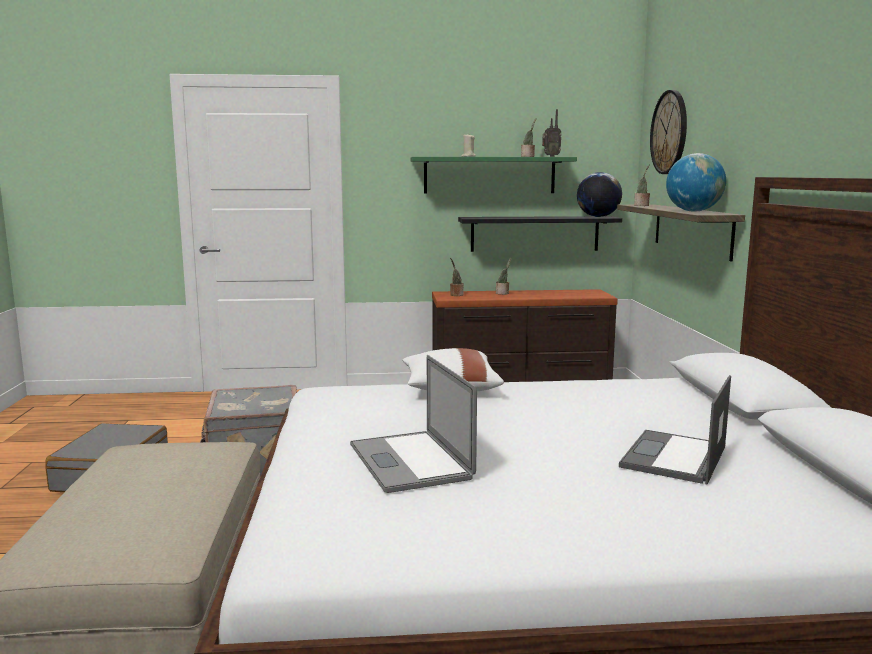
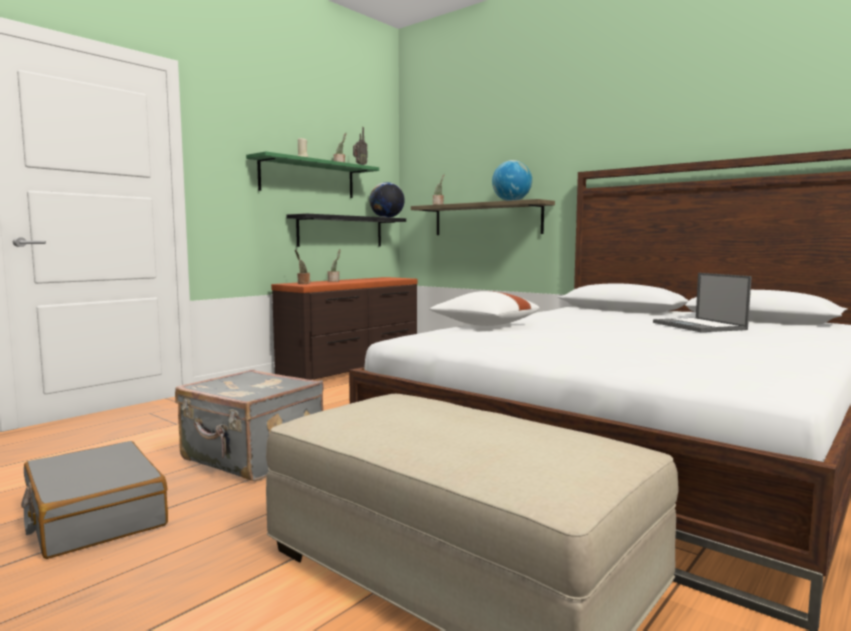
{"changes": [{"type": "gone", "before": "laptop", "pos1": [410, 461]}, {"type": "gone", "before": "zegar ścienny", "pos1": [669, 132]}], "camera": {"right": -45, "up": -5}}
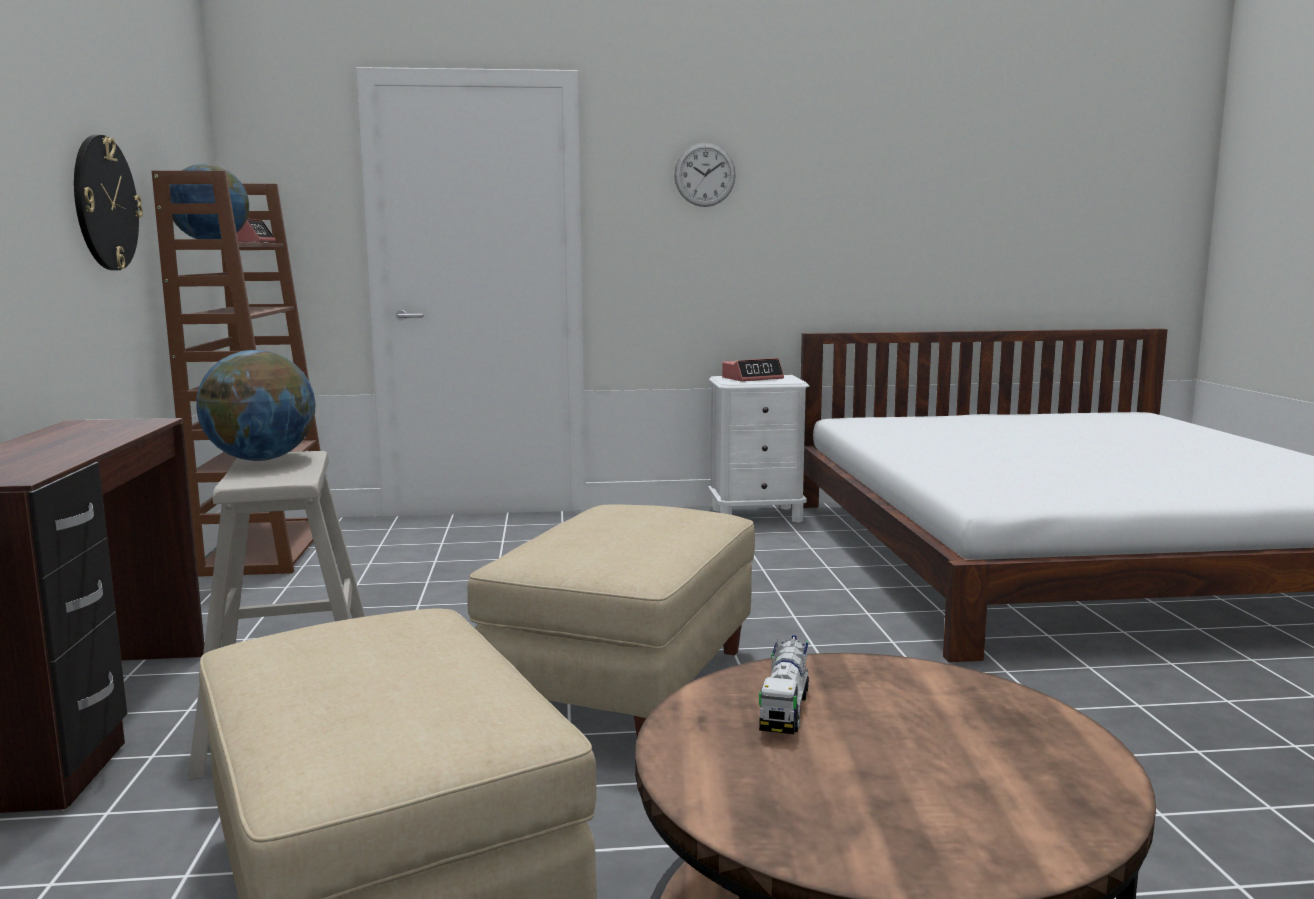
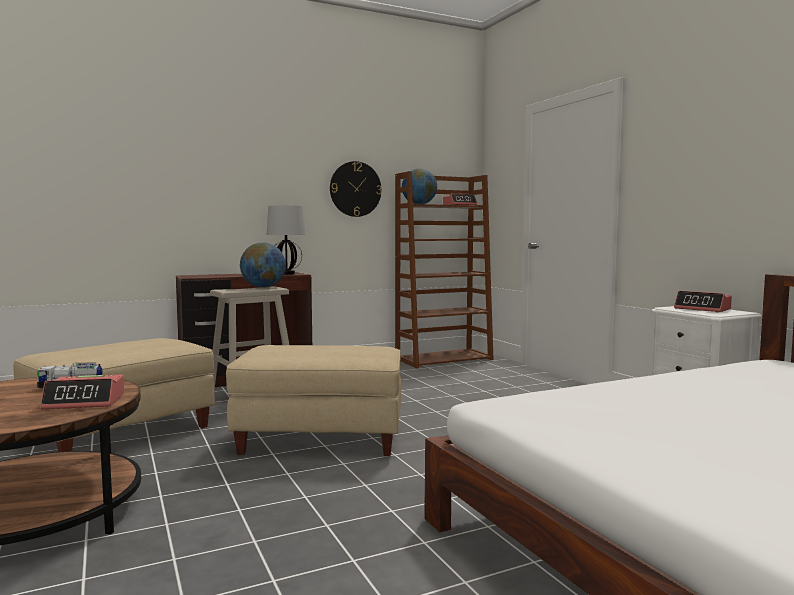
{"changes": [{"type": "new", "after": "budzik", "pos2": [85, 402]}, {"type": "new", "after": "lampa stołowa", "pos2": [287, 274]}, {"type": "gone", "before": "zegar ścienny", "pos1": [704, 175]}], "camera": {"right": 70, "up": -5}}
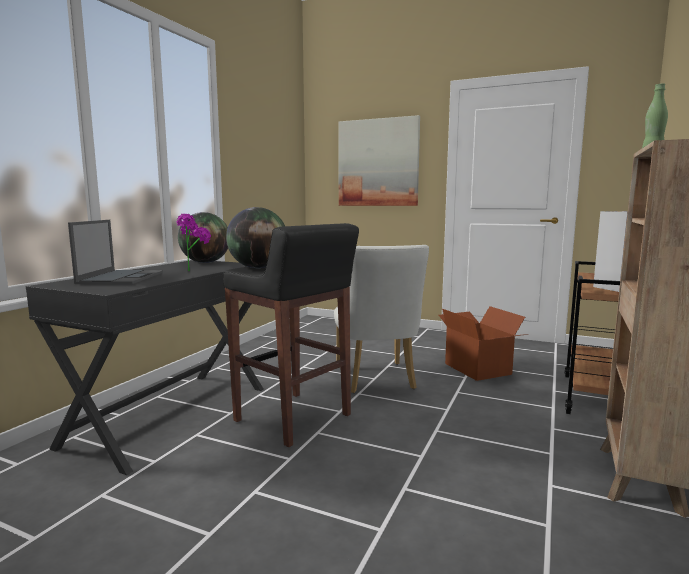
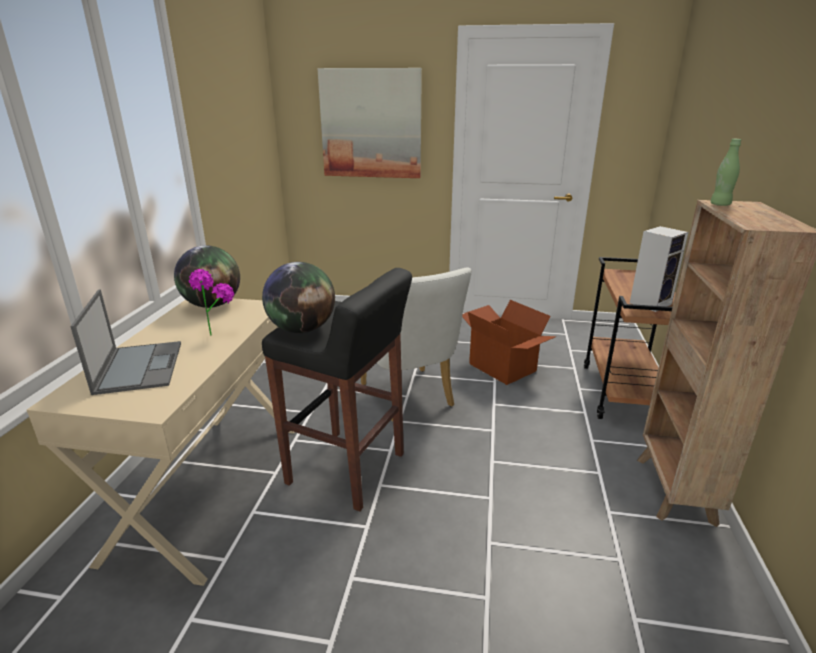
{"changes": [{"type": "repainted", "before": "biurko [czarny]", "after": "biurko [beżowy]", "pos1": [170, 414], "pos2": [208, 487]}], "camera": {"right": -15, "up": 15}}
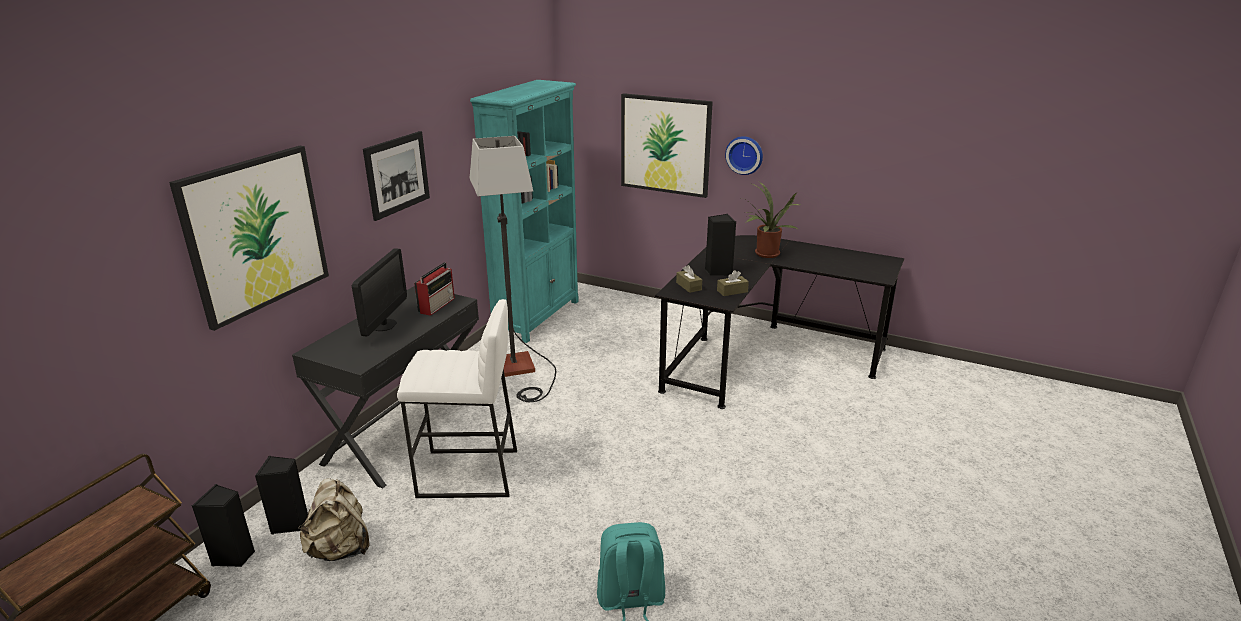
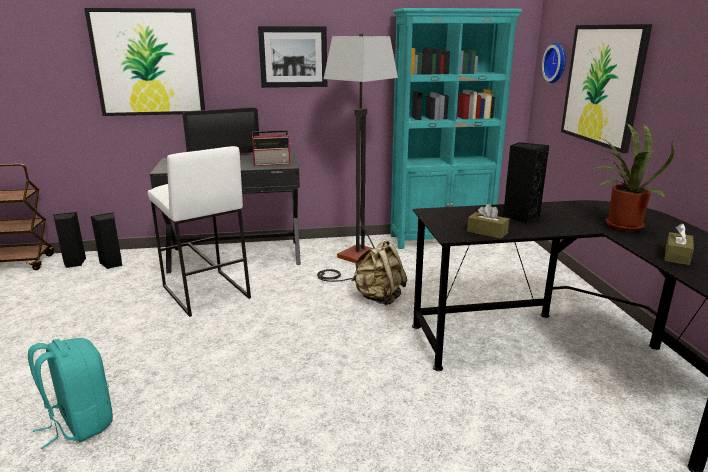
{"changes": [{"type": "shifted", "before": "plecak [beżowy]", "pos1": [340, 549], "pos2": [379, 297]}, {"type": "shifted", "before": "zegar ścienny", "pos1": [744, 155], "pos2": [557, 63]}, {"type": "shifted", "before": "pudełko chusteczek [brązowy]", "pos1": [688, 286], "pos2": [677, 256]}], "camera": {"right": 55, "up": -5}}
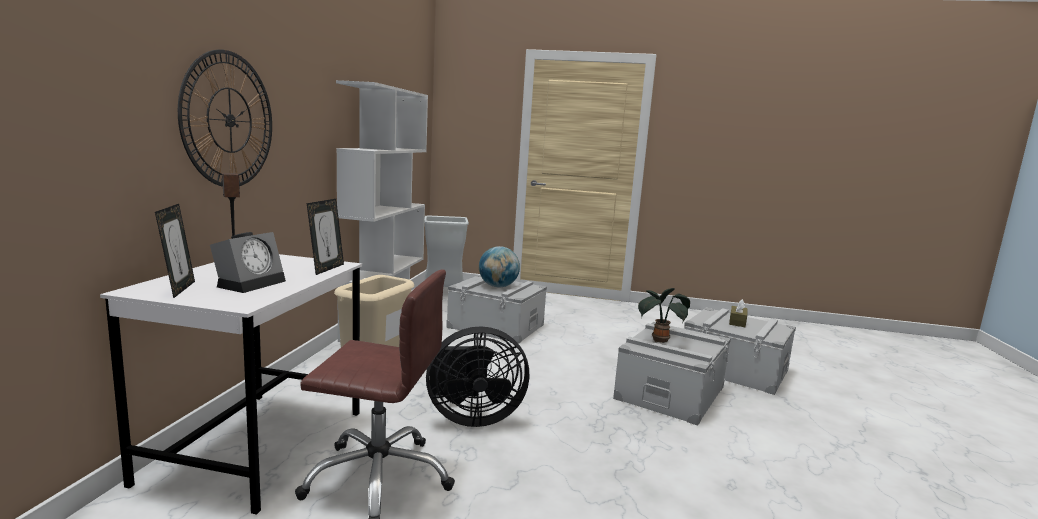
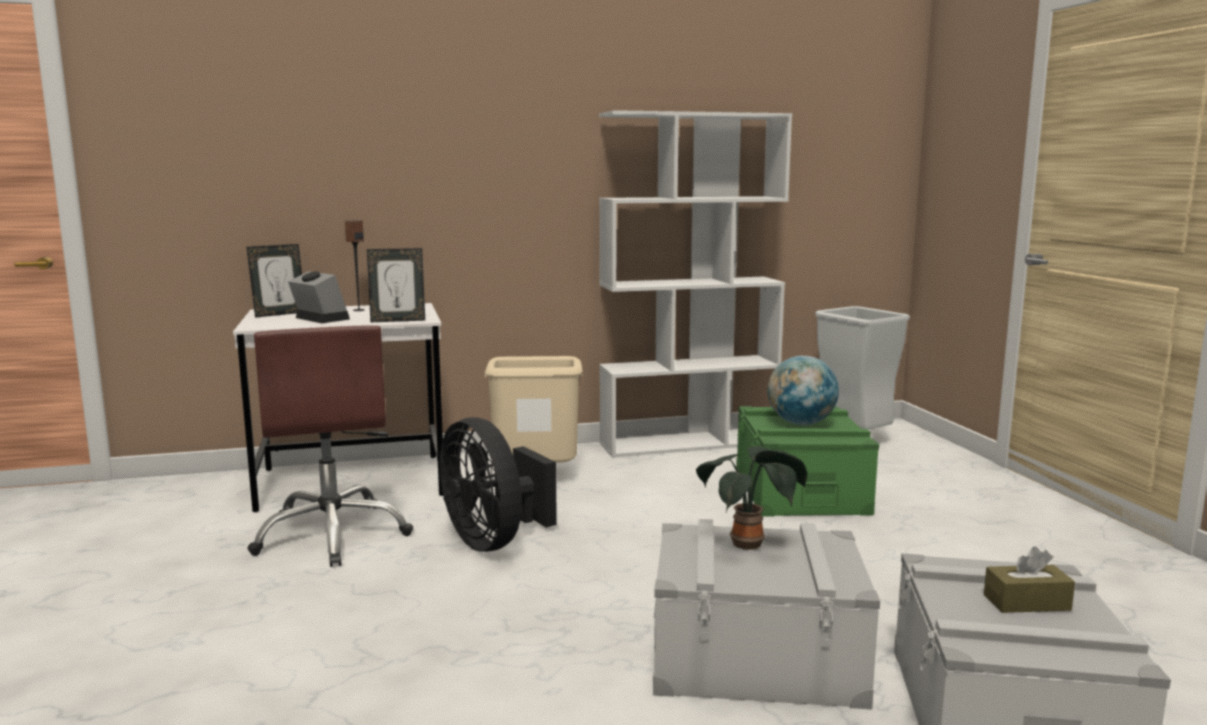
{"changes": [{"type": "rotated", "before": "budzik", "pos1": [251, 283], "pos2": [319, 318], "turn": -135}, {"type": "repainted", "before": "pojemnik do przechowywania [szary]", "after": "pojemnik do przechowywania [zielony]", "pos1": [496, 326], "pos2": [800, 491]}, {"type": "gone", "before": "zegar ścienny", "pos1": [229, 120]}], "camera": {"right": 65, "up": 0}}
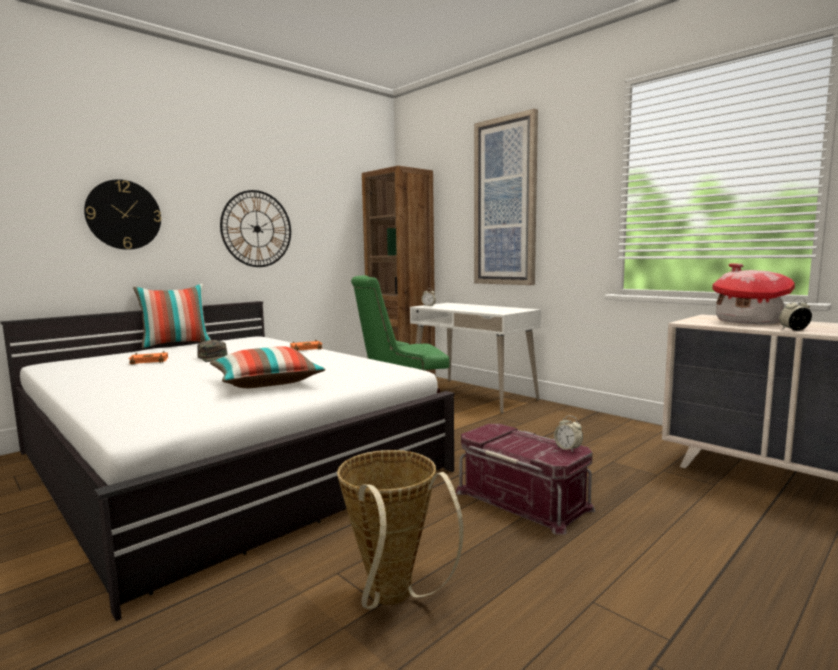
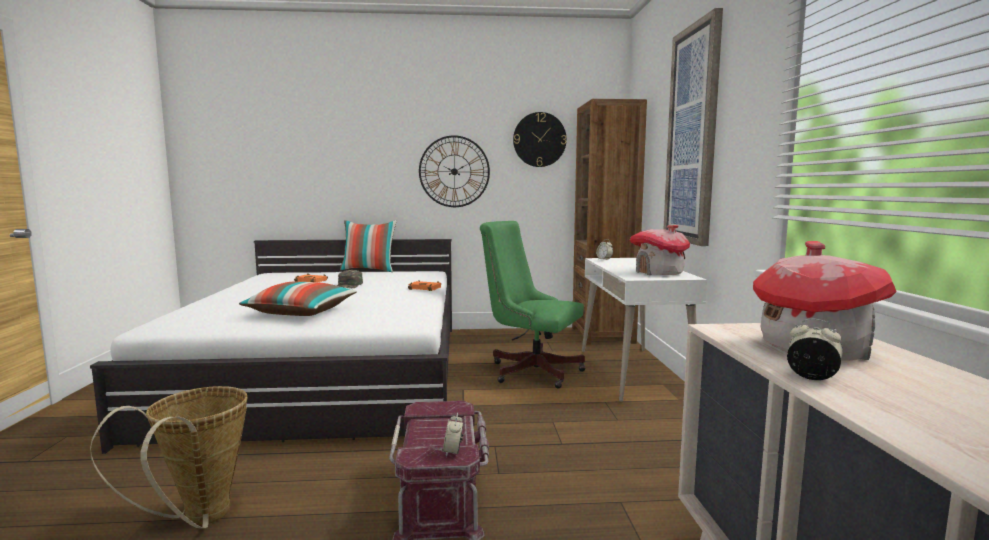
{"changes": [{"type": "shifted", "before": "zegar ścienny", "pos1": [123, 215], "pos2": [539, 139]}, {"type": "new", "after": "domek", "pos2": [659, 272]}], "camera": {"right": 40, "up": 0}}
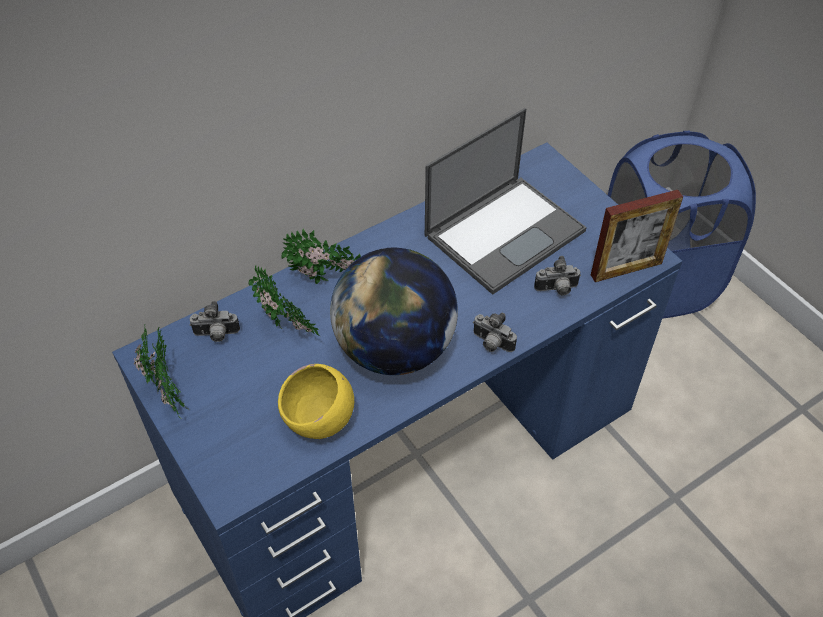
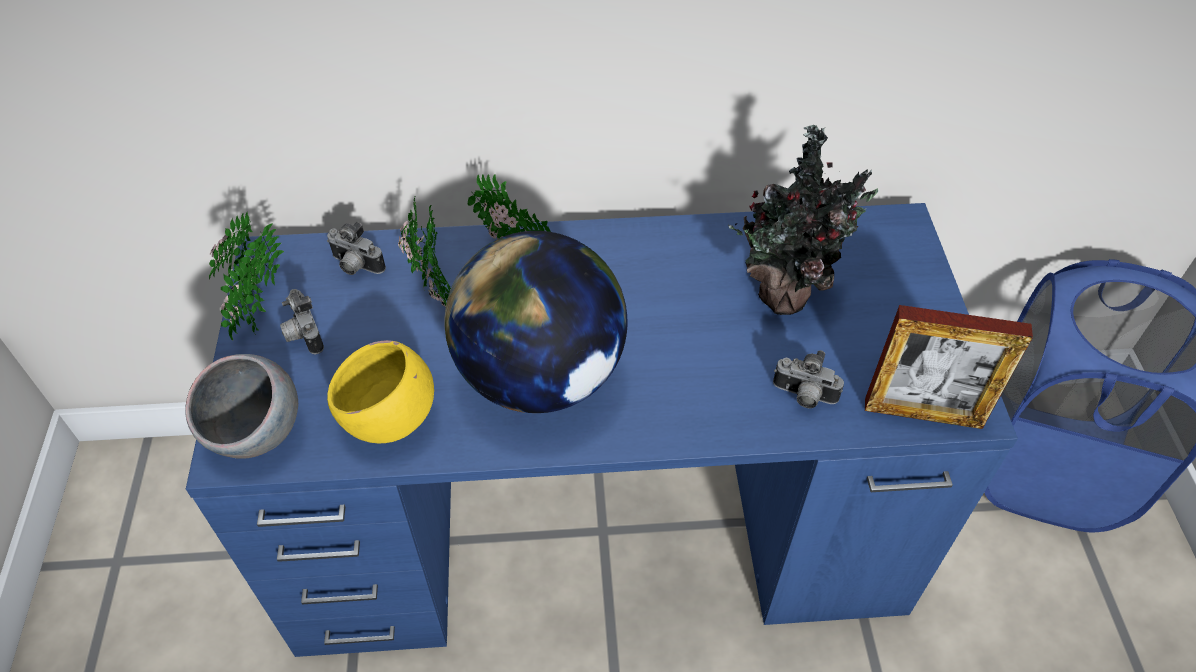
{"changes": [{"type": "new", "after": "miska [szary]", "pos2": [258, 433]}, {"type": "shifted", "before": "aparat fotograficzny", "pos1": [491, 344], "pos2": [303, 334]}, {"type": "swapped", "before": "laptop", "after": "roślina doniczkowa", "pos1": [505, 232], "pos2": [786, 293]}], "camera": {"right": 30, "up": 0}}
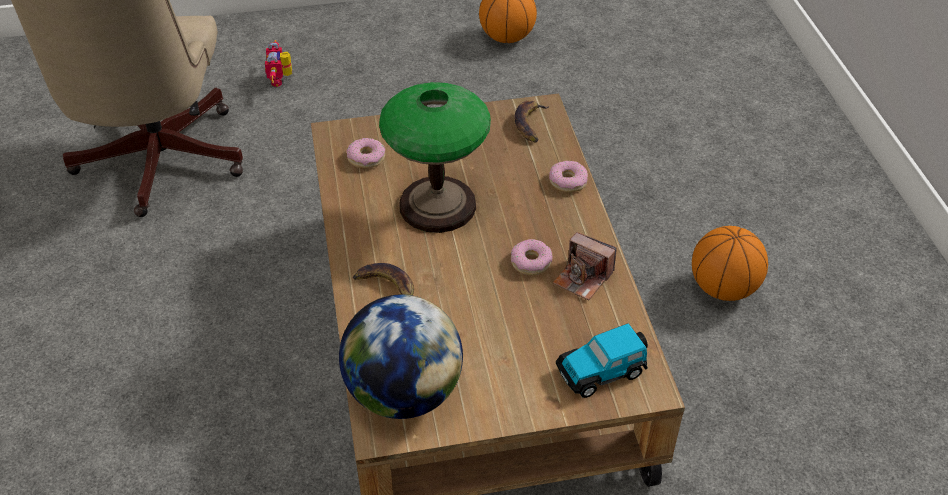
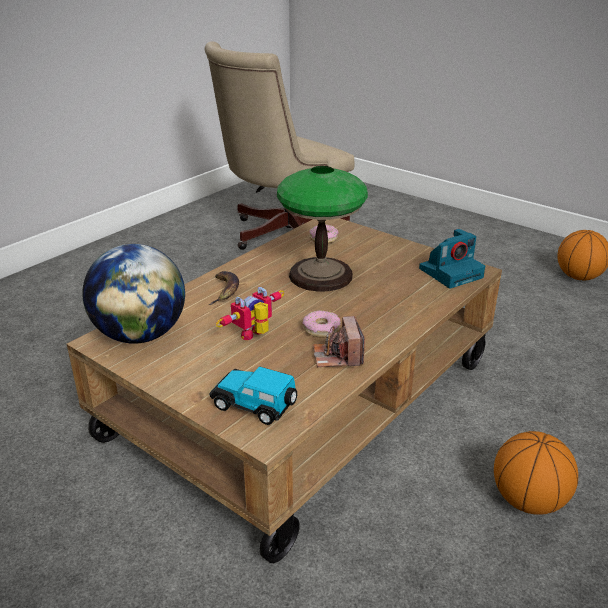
{"changes": [{"type": "shifted", "before": "robot zabawkowy", "pos1": [281, 80], "pos2": [256, 336]}, {"type": "swapped", "before": "banan", "after": "aparat fotograficzny", "pos1": [529, 124], "pos2": [451, 272]}, {"type": "gone", "before": "donut", "pos1": [568, 181]}], "camera": {"right": 50, "up": -15}}
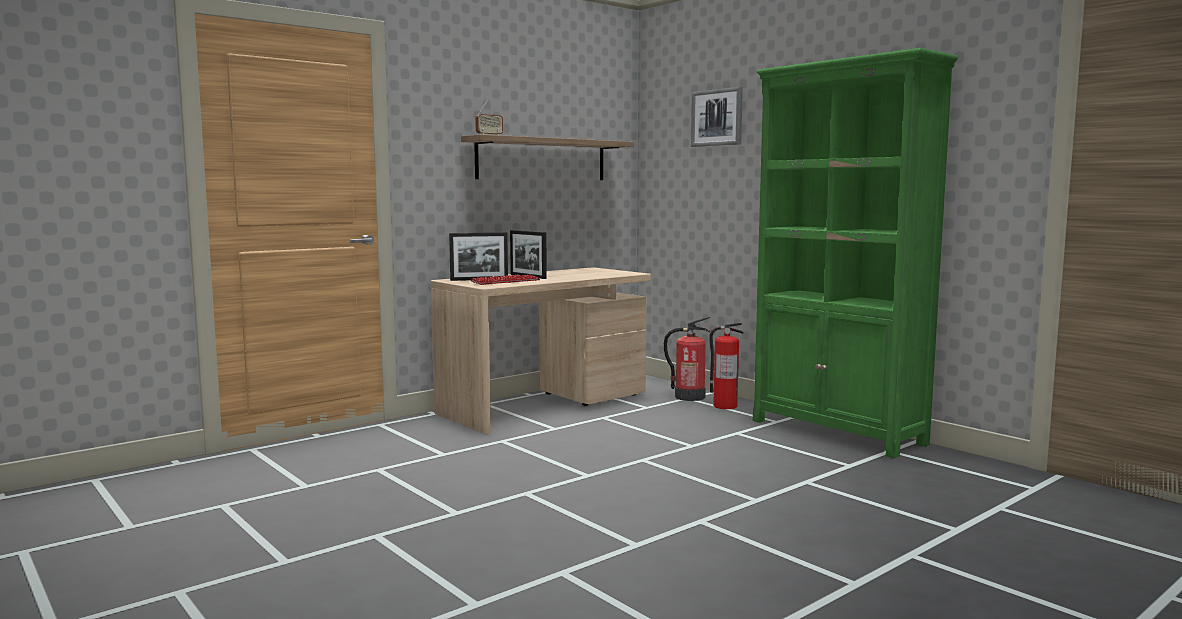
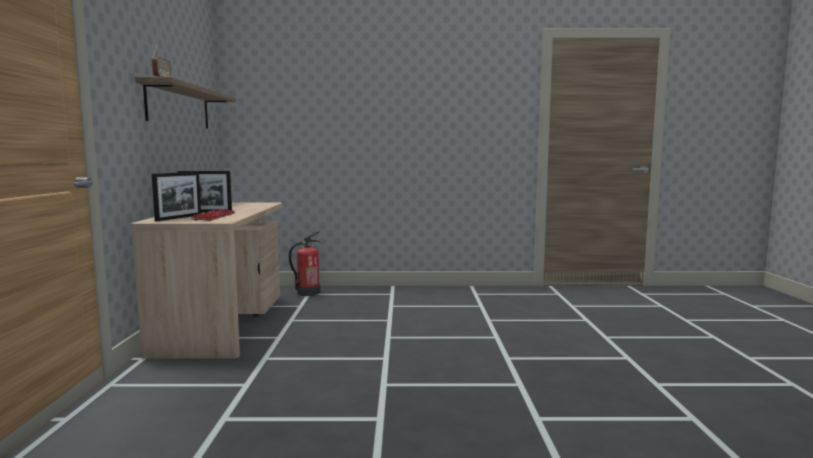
{"changes": [{"type": "gone", "before": "obraz", "pos1": [717, 117]}, {"type": "gone", "before": "gaśnica", "pos1": [724, 406]}, {"type": "gone", "before": "regał [zielony]", "pos1": [837, 432]}], "camera": {"right": -50, "up": 0}}
